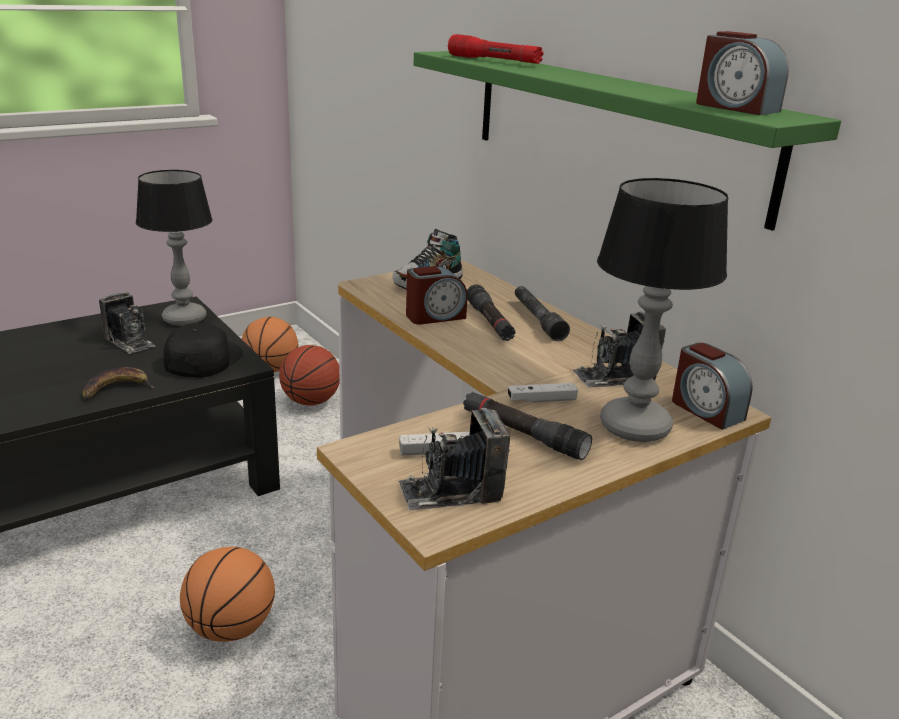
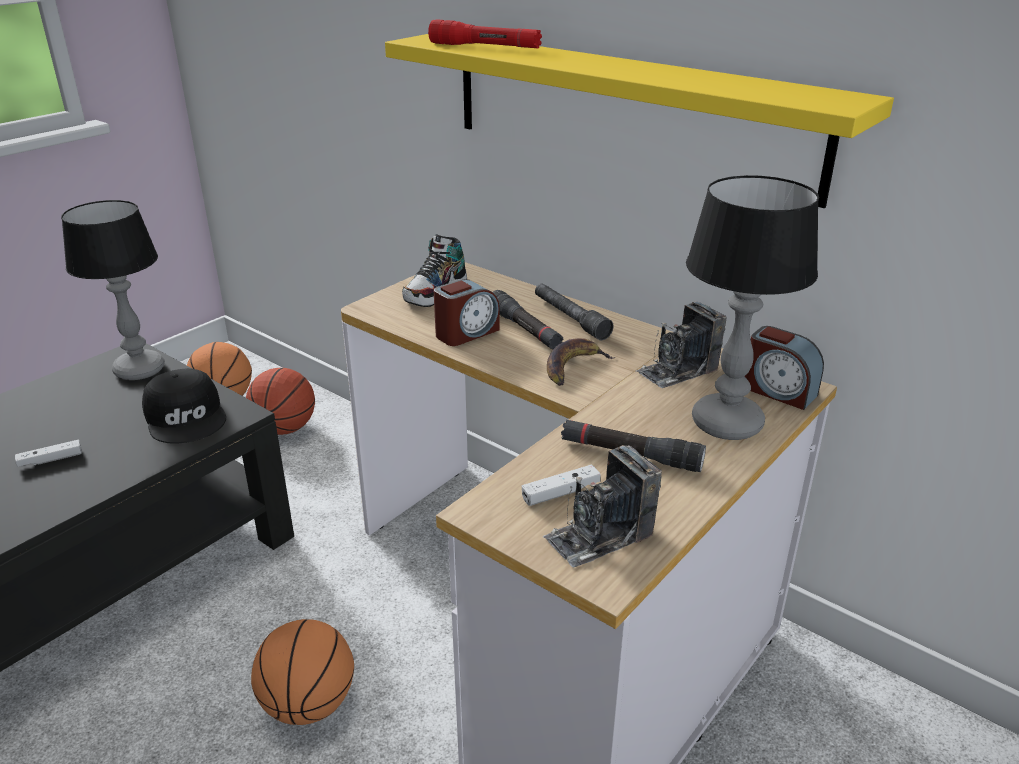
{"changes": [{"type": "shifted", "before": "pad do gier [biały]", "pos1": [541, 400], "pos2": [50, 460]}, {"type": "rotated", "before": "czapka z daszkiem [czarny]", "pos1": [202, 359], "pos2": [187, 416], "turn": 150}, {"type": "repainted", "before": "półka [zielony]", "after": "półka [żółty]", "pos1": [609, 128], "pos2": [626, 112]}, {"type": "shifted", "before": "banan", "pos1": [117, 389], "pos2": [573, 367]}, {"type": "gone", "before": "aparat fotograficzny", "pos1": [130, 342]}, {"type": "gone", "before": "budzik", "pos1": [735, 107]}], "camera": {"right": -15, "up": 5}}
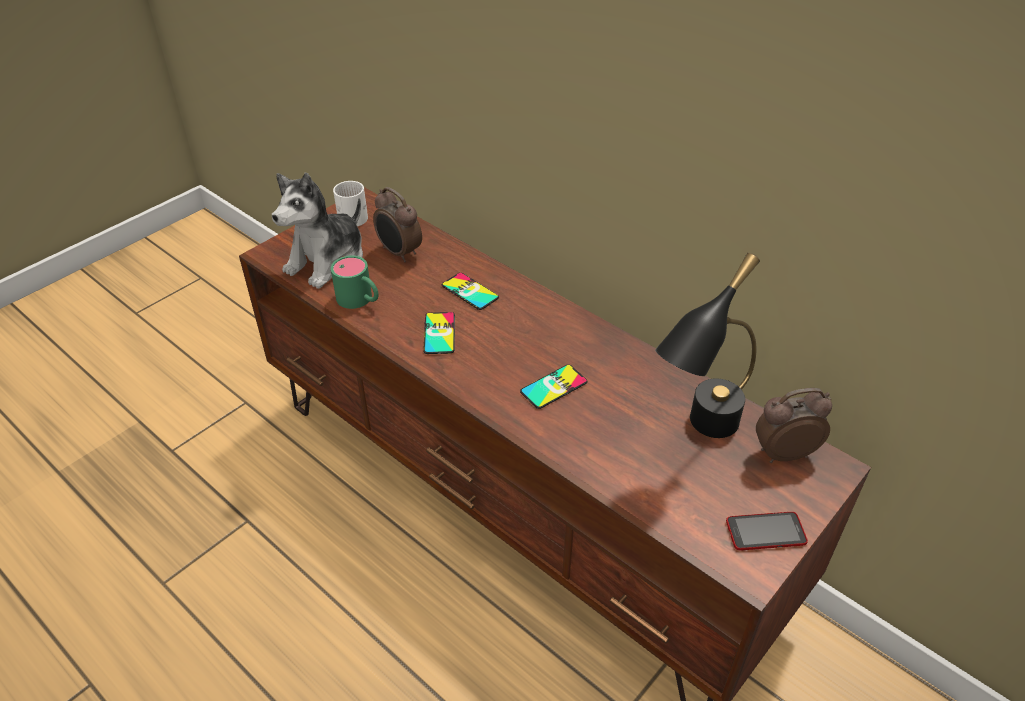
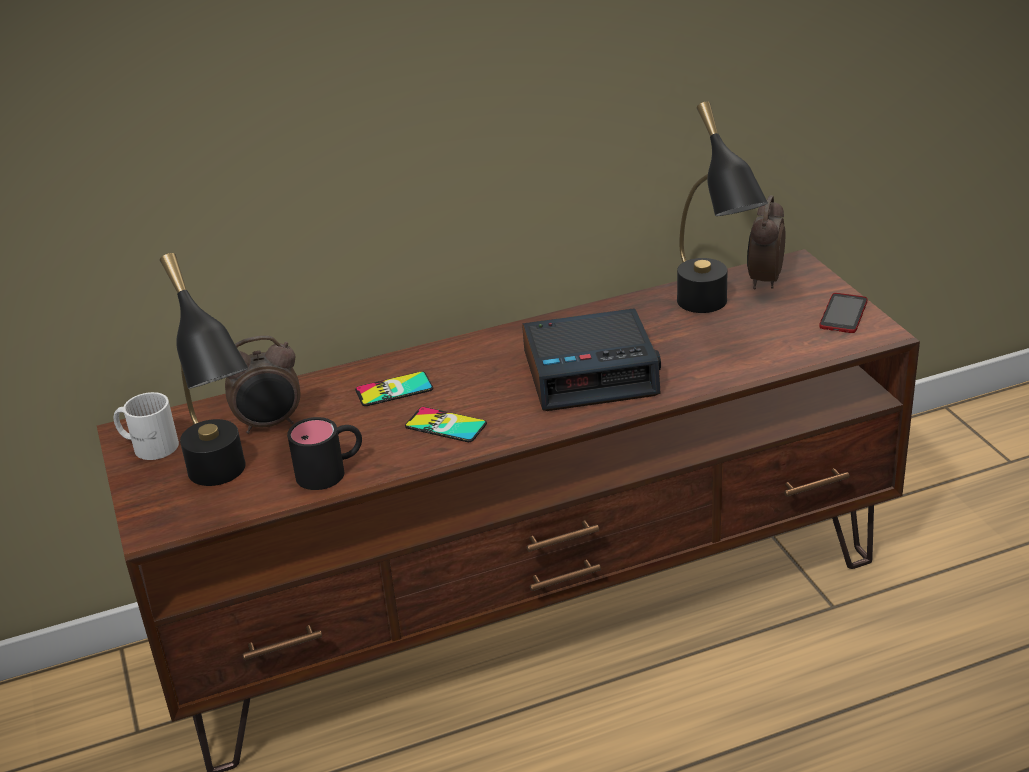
{"changes": [{"type": "swapped", "before": "pluszak", "after": "lampa stołowa [czarny]", "pos1": [327, 261], "pos2": [226, 483]}, {"type": "repainted", "before": "kubek [zielony]", "after": "kubek [czarny]", "pos1": [360, 300], "pos2": [331, 471]}, {"type": "swapped", "before": "telefon", "after": "budzik", "pos1": [553, 387], "pos2": [591, 373]}], "camera": {"right": -60, "up": -10}}
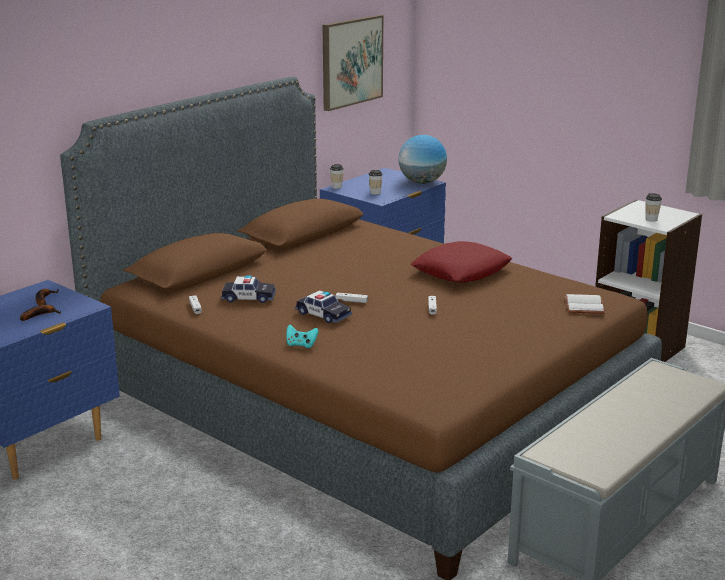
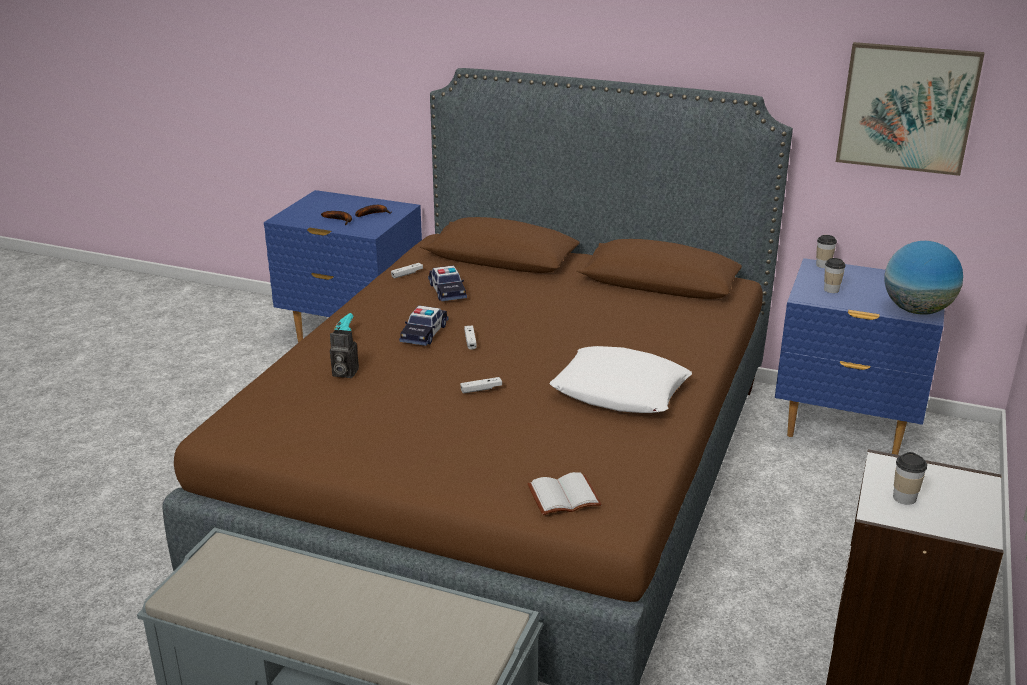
{"changes": [{"type": "new", "after": "aparat fotograficzny", "pos2": [343, 373]}, {"type": "repainted", "before": "poduszka [czerwony]", "after": "poduszka [biały]", "pos1": [461, 271], "pos2": [620, 391]}], "camera": {"right": 70, "up": 5}}
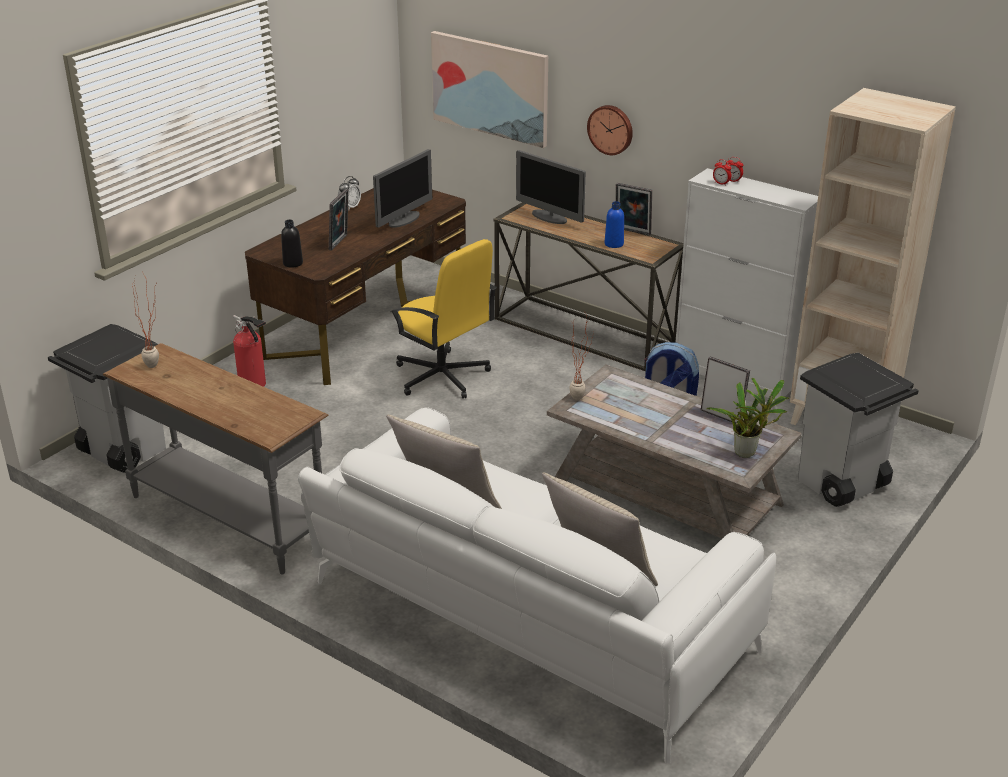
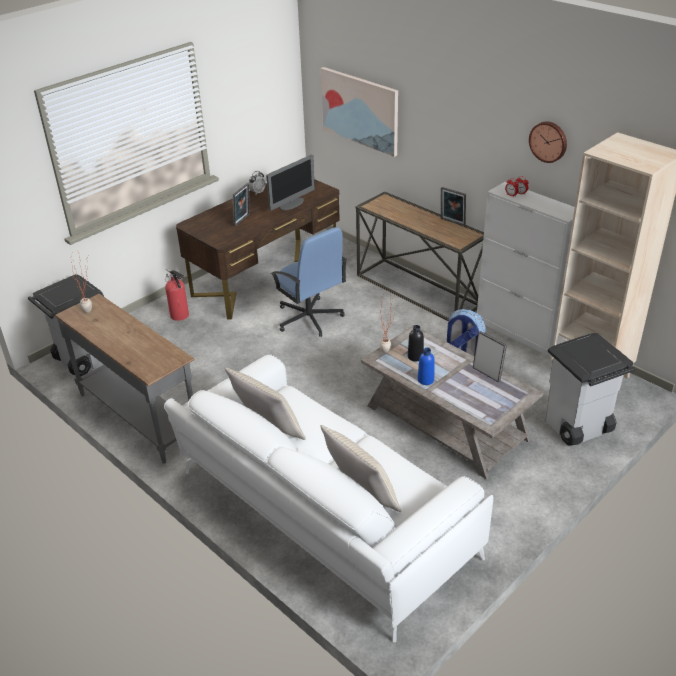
{"changes": [{"type": "repainted", "before": "krzesło biurowe [żółty]", "after": "krzesło biurowe [niebieski]", "pos1": [442, 377], "pos2": [309, 318]}, {"type": "shifted", "before": "butelka [czarny]", "pos1": [293, 263], "pos2": [415, 356]}, {"type": "shifted", "before": "butelka [niebieski]", "pos1": [614, 244], "pos2": [425, 380]}, {"type": "shifted", "before": "zegar ścienny", "pos1": [611, 129], "pos2": [549, 141]}, {"type": "gone", "before": "monitor", "pos1": [549, 217]}, {"type": "gone", "before": "roślina doniczkowa", "pos1": [747, 452]}], "camera": {"right": 10, "up": 5}}
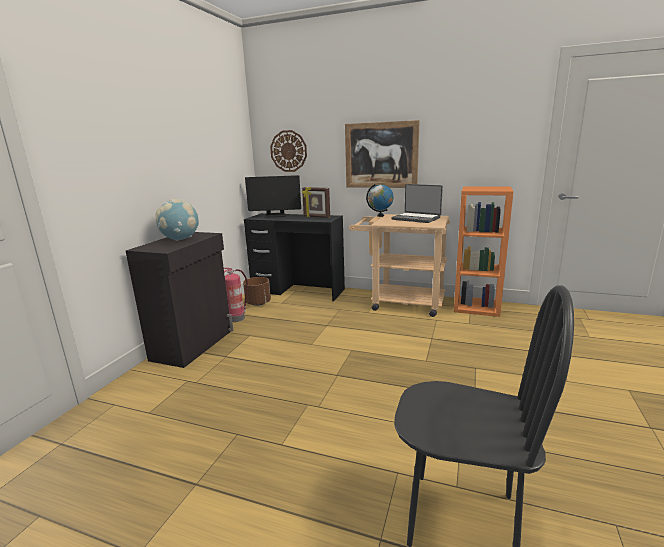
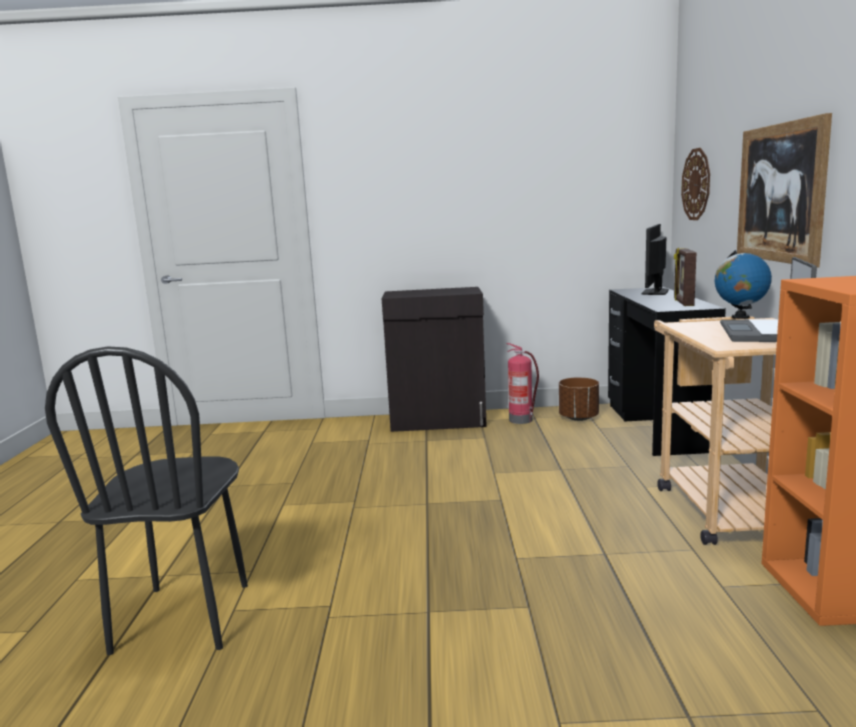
{"changes": [{"type": "rotated", "before": "monitor", "pos1": [275, 215], "pos2": [655, 292], "turn": 45}, {"type": "gone", "before": "globus", "pos1": [180, 239]}], "camera": {"right": 70, "up": -5}}
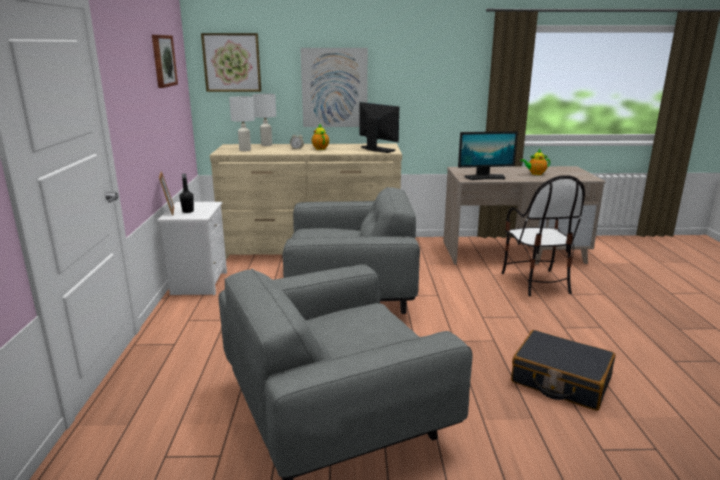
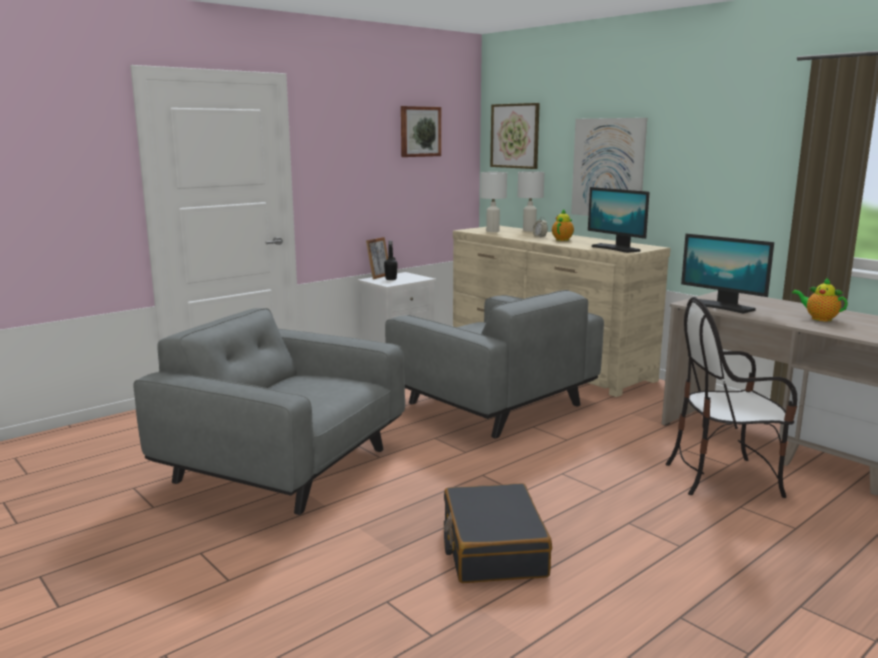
{"changes": [{"type": "rotated", "before": "monitor", "pos1": [377, 149], "pos2": [616, 248], "turn": 135}, {"type": "rotated", "before": "krzesło", "pos1": [536, 282], "pos2": [723, 478], "turn": 45}], "camera": {"right": 50, "up": -5}}
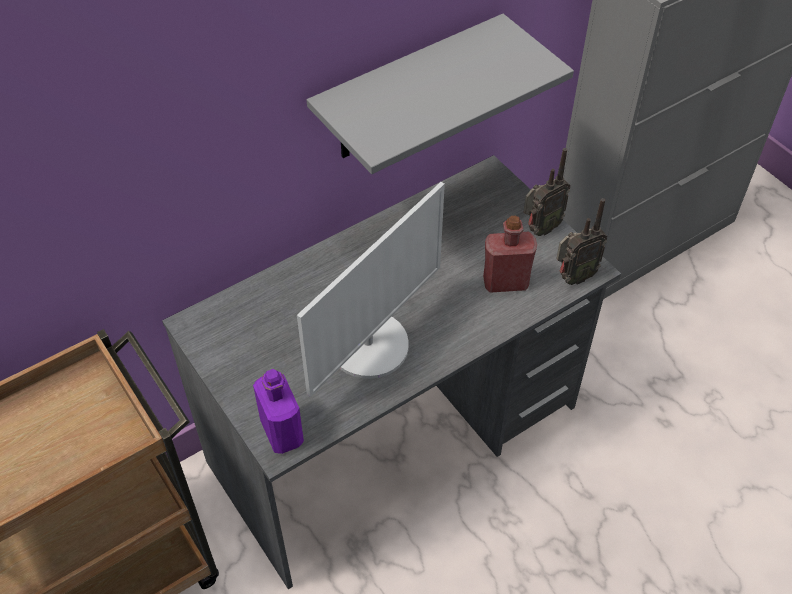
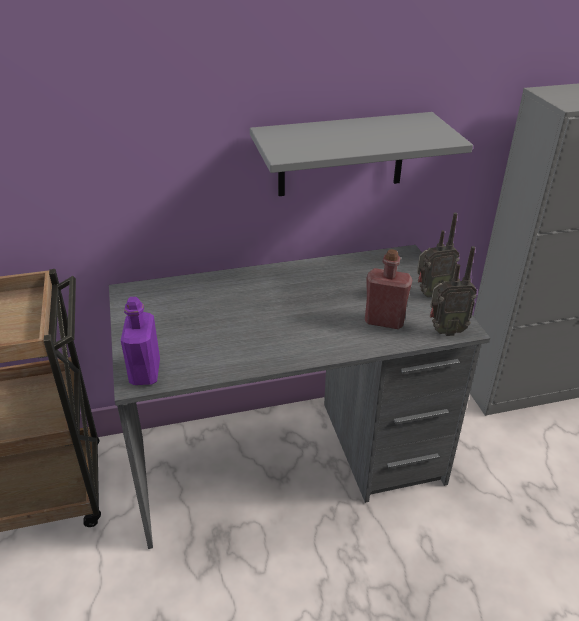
{"changes": [{"type": "gone", "before": "monitor", "pos1": [369, 345]}], "camera": {"right": 20, "up": -15}}
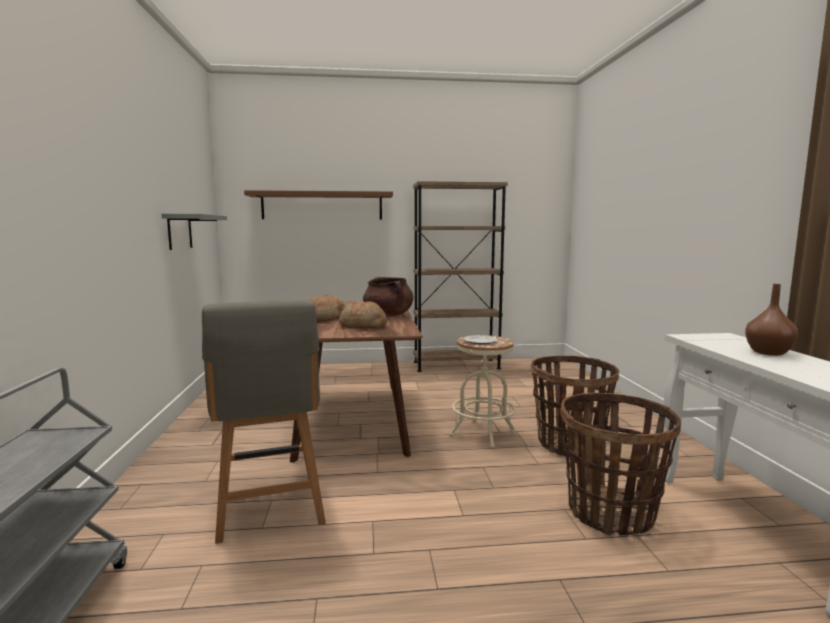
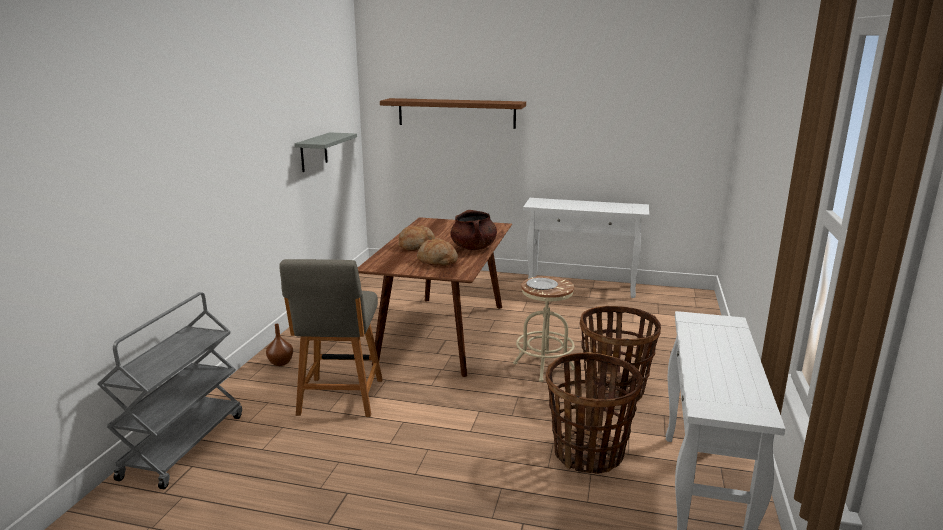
{"changes": [{"type": "shifted", "before": "wazon [brązowy]", "pos1": [767, 352], "pos2": [281, 362]}, {"type": "swapped", "before": "regał [brązowy]", "after": "stolik konsolowy [biały]", "pos1": [456, 365], "pos2": [582, 287]}], "camera": {"right": 20, "up": 10}}
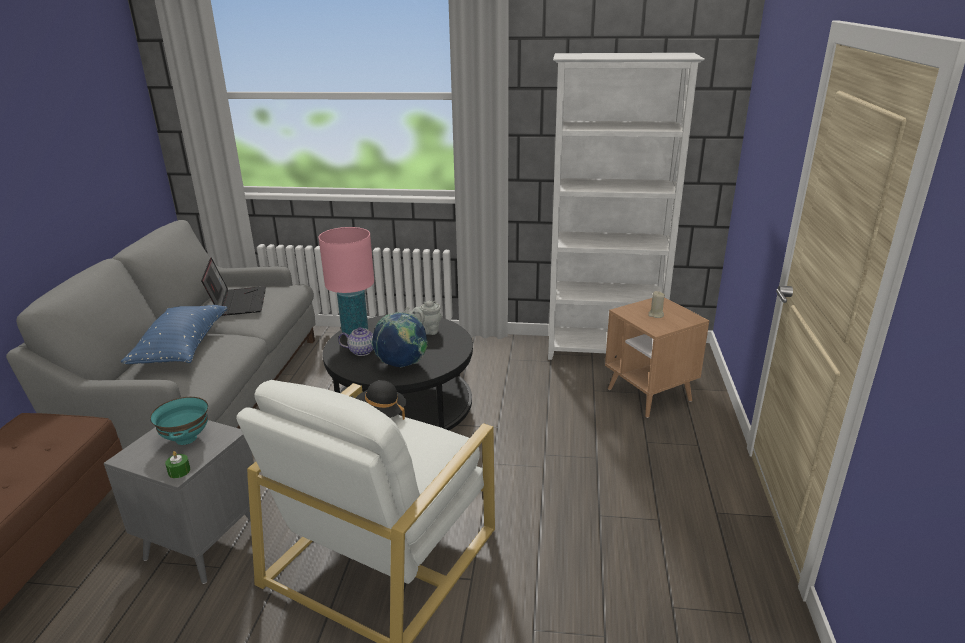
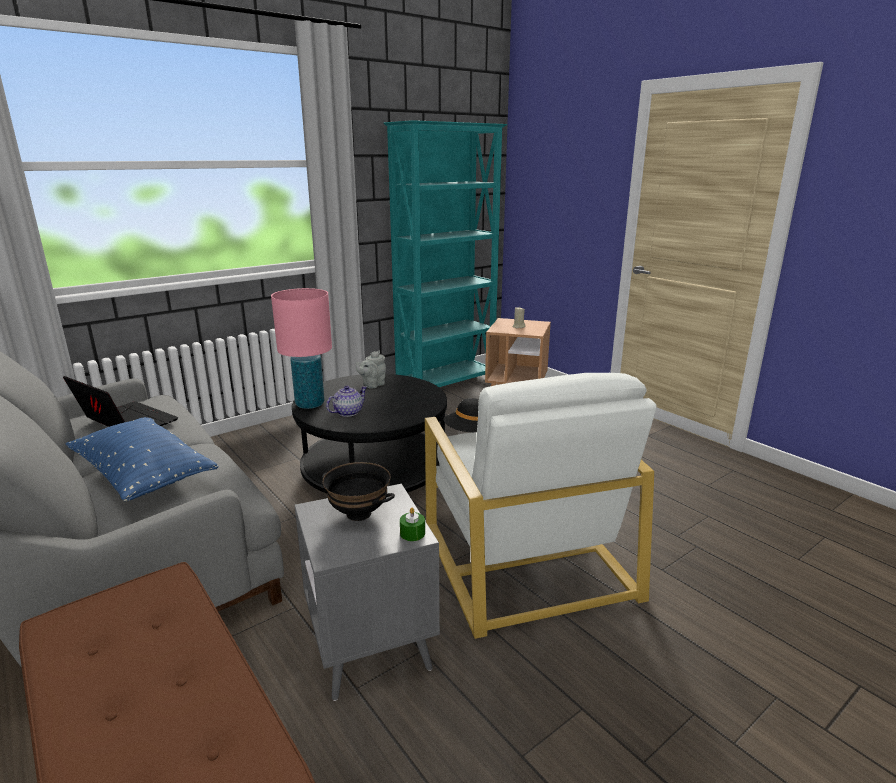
{"changes": [{"type": "repainted", "before": "miska [turkusowy]", "after": "miska [czarny]", "pos1": [185, 439], "pos2": [358, 514]}, {"type": "repainted", "before": "regał [biały]", "after": "regał [turkusowy]", "pos1": [604, 351], "pos2": [447, 384]}, {"type": "gone", "before": "globus", "pos1": [402, 364]}], "camera": {"right": -45, "up": -5}}
